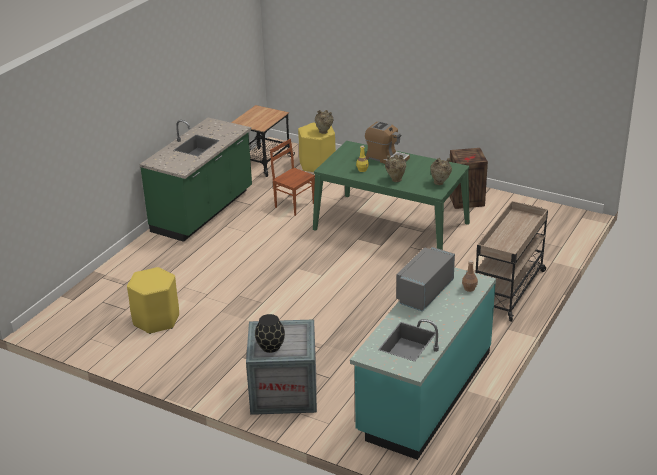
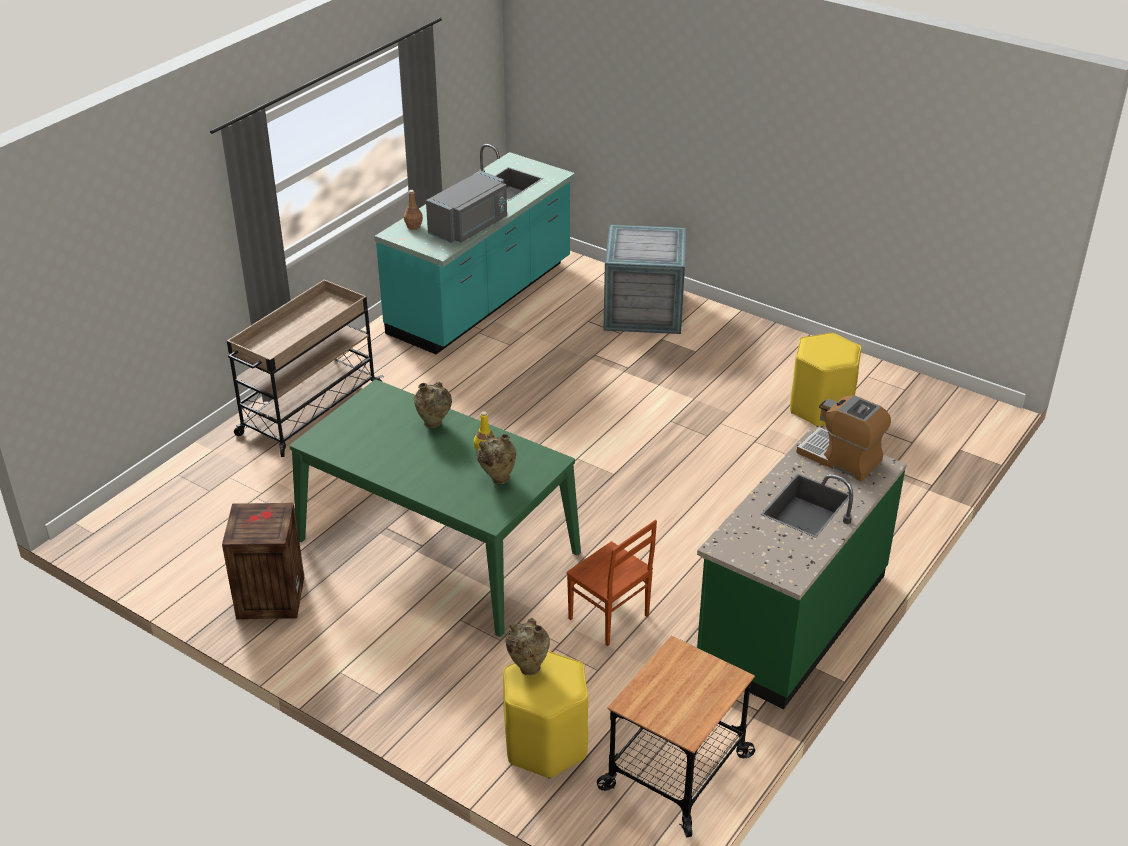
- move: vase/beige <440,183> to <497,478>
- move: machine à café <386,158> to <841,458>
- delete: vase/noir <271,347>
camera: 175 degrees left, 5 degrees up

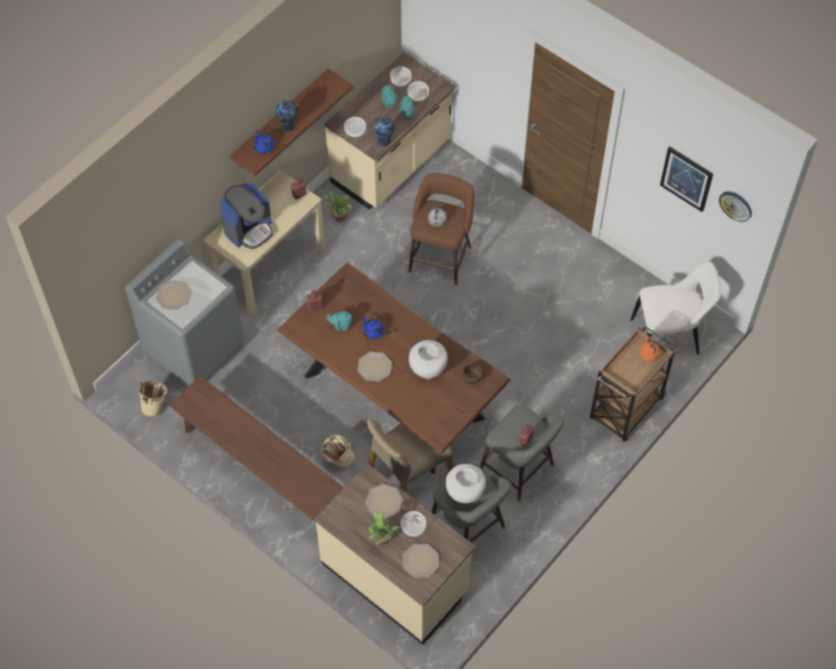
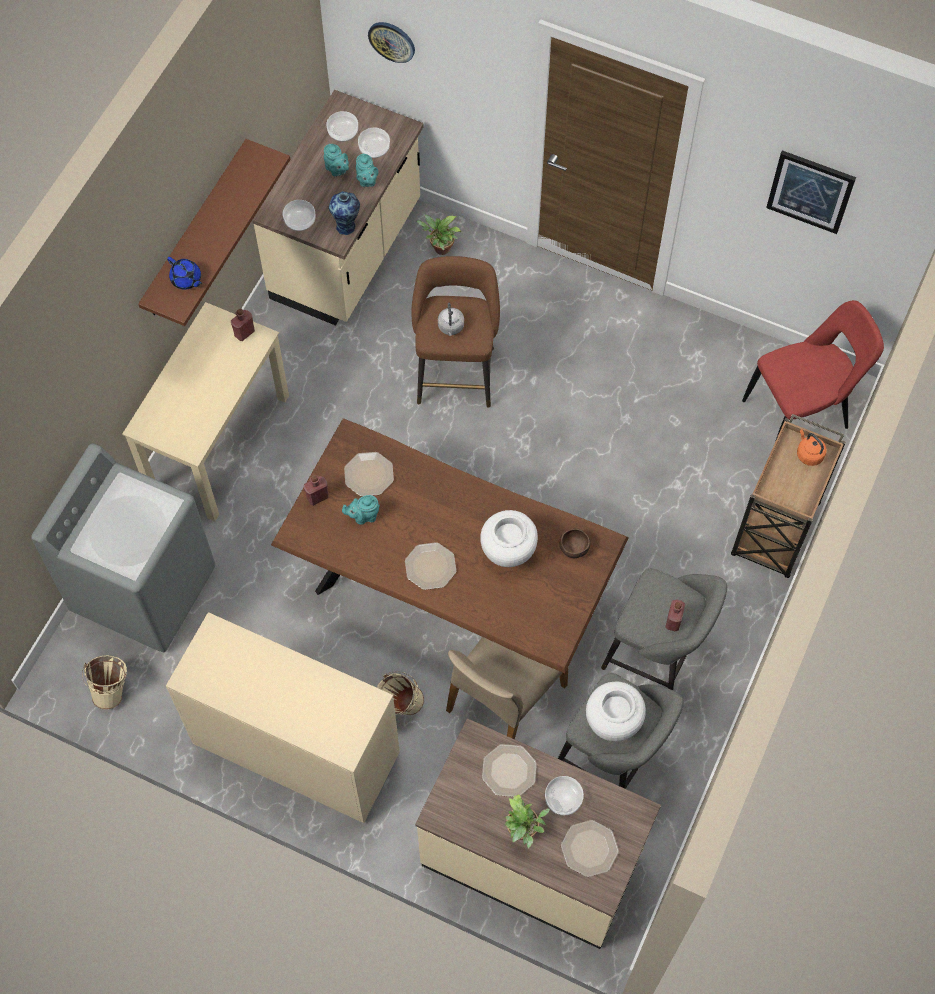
- replace: banc/marron <262,471> to commode/beige <296,749>
- move: assiette <173,296> to <368,475>
- move: horloge murale <736,205> to <392,41>
- move: plante en pot <338,217> to <440,249>
- recolor: chaise/blanc <668,337> to chaise/rouge <800,413>
- delete: machine à café <249,229>
- delete: vase <288,126>
- delete: théière/bleu <373,332>
camera: 15 degrees left, 5 degrees up

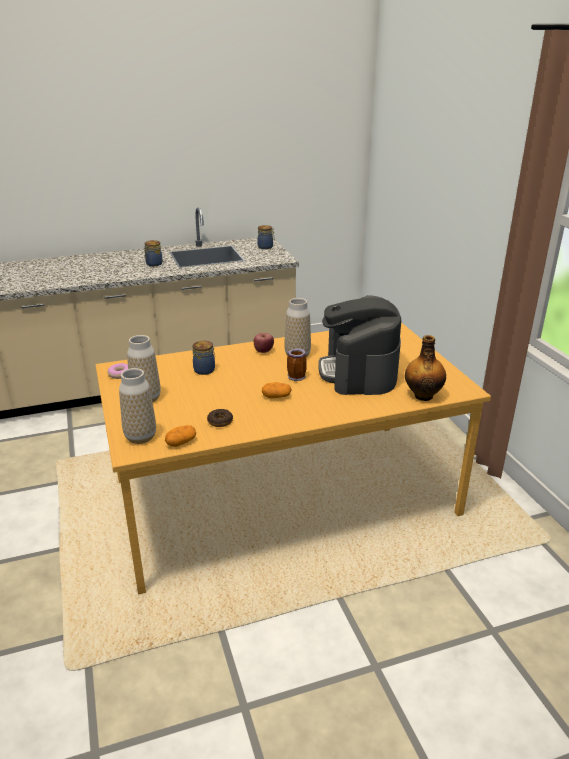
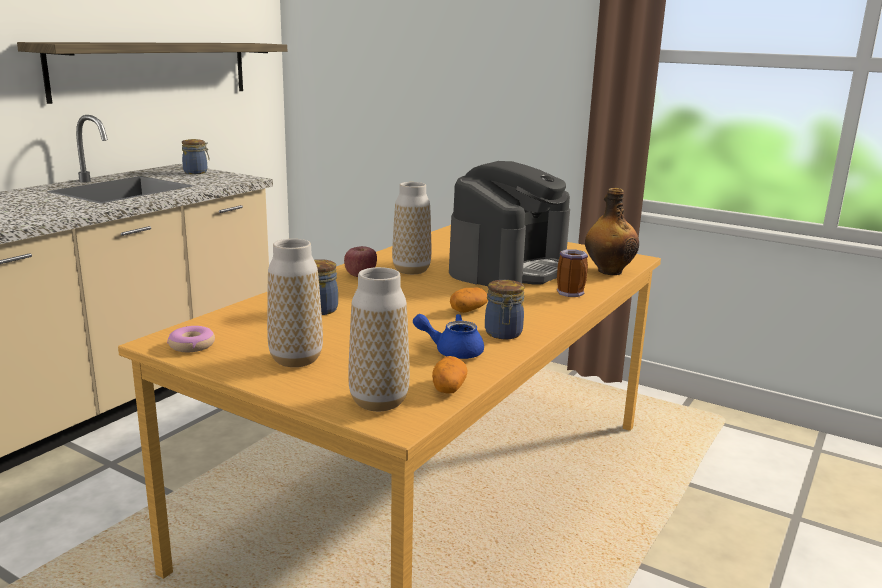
- insert: étagère <154,69>
- replace: beignet <220,421> to théière/bleu <452,351>
- rotate: machine à café <358,372> = <509,268> 105 degrees counterclockwise
- move: bocal <153,264> to <503,334>
- move: mug <296,378> to <573,294>
camera: 40 degrees left, 10 degrees down

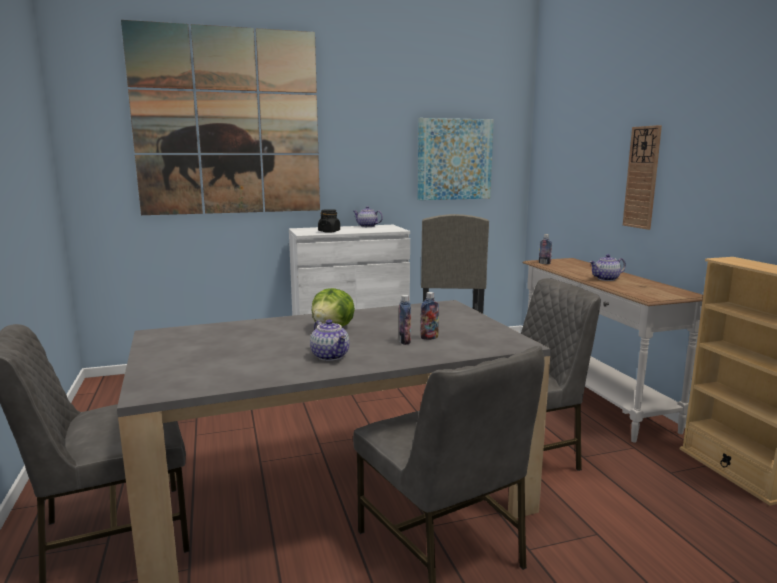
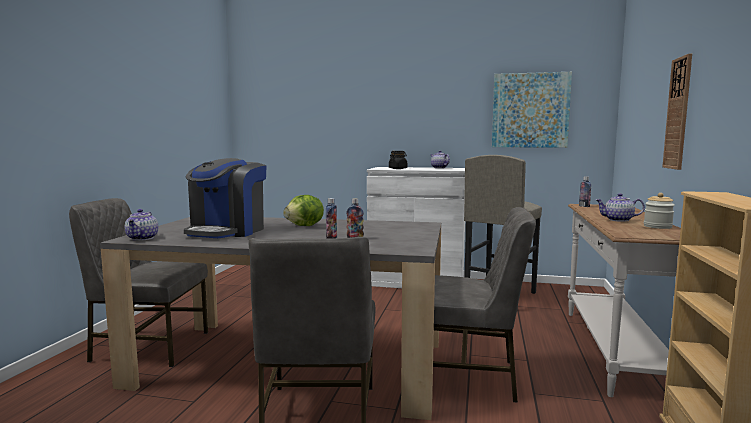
- move: théière <331,356> to <143,238>
- insert: machine à café <228,231>
- insert: bocal <657,226>
- delete: tableau <228,123>
camera: 30 degrees right, 5 degrees down

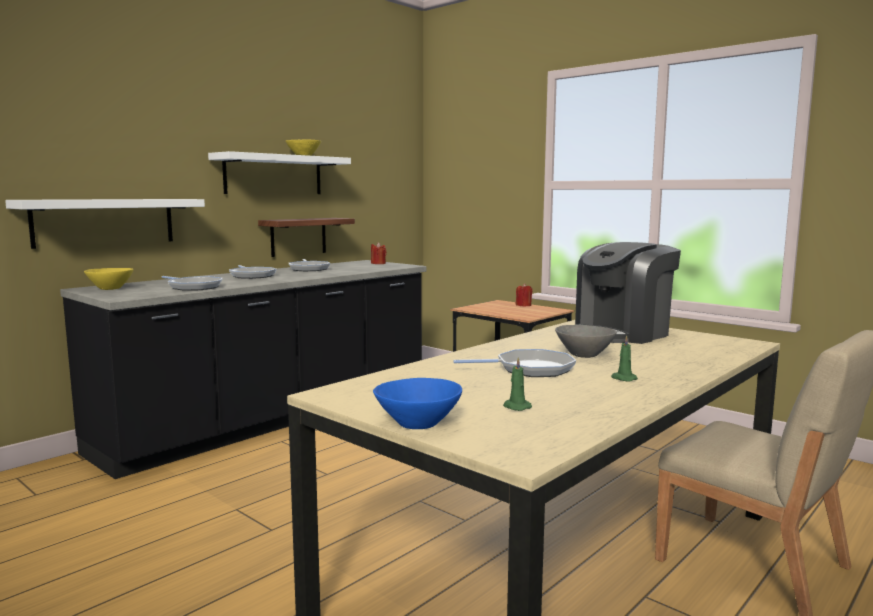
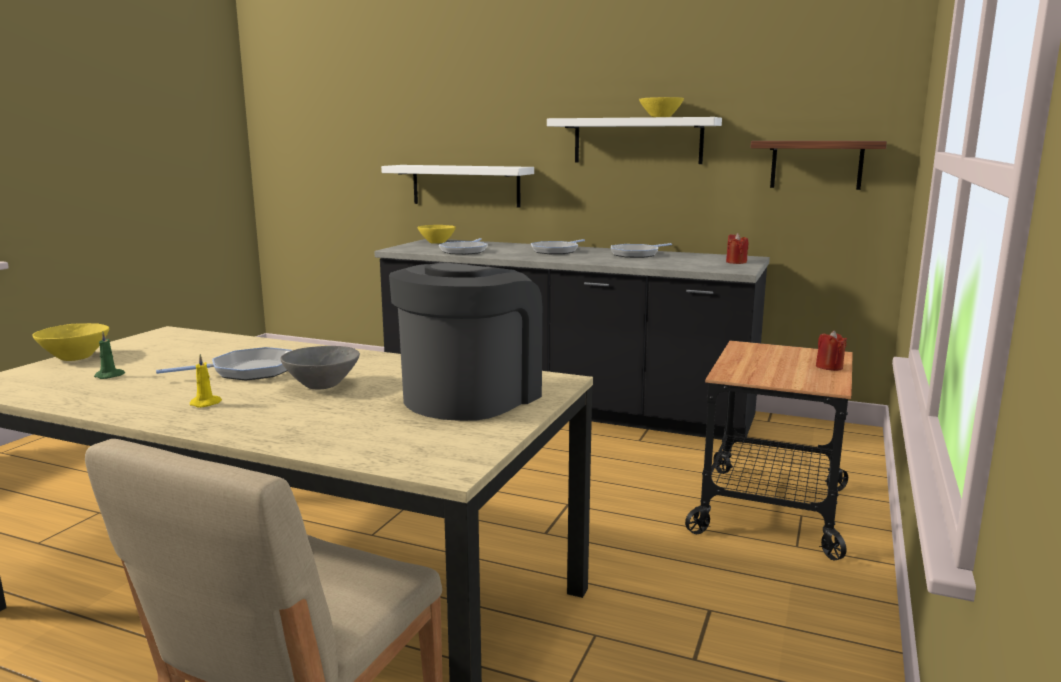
- recolor: bol/bleu <417,423> to bol/jaune <76,357>
- rotate: poêle <530,369> = <249,371> 90 degrees counterclockwise
- recolor: bougie/vert <623,378> to bougie/jaune <207,403>
- rotate: machine à café <622,333> = <470,396> 90 degrees clockwise
- move: étagère <298,236> to <816,164>
camera: 70 degrees right, 5 degrees up

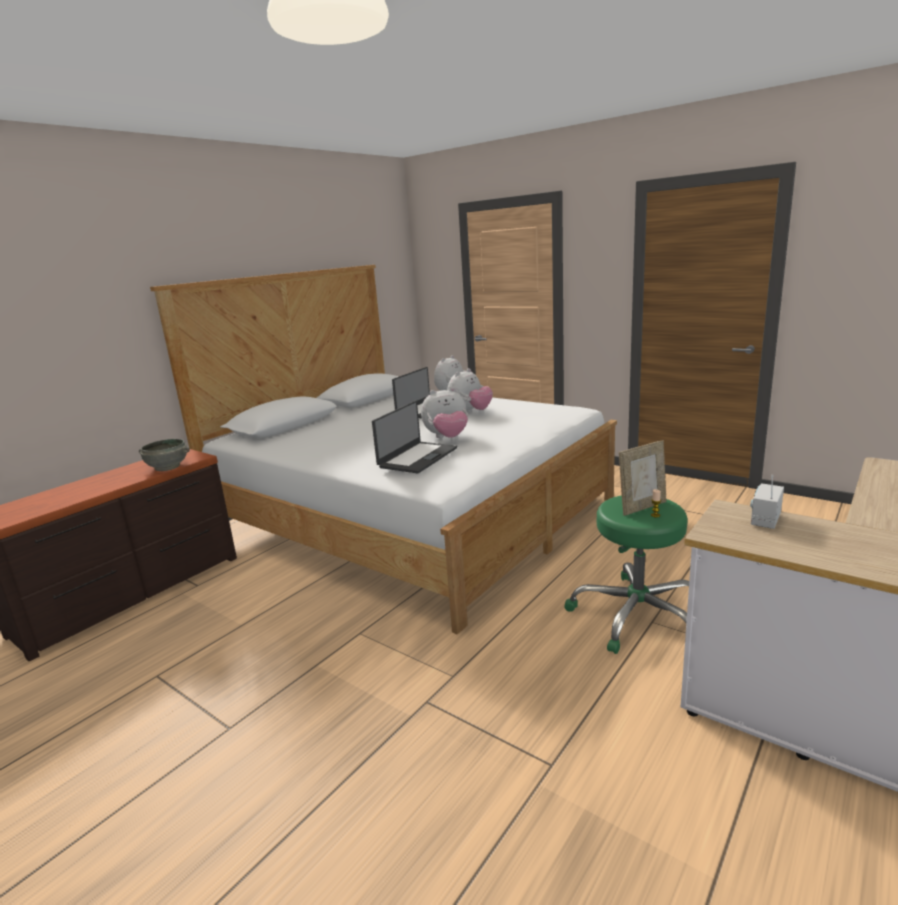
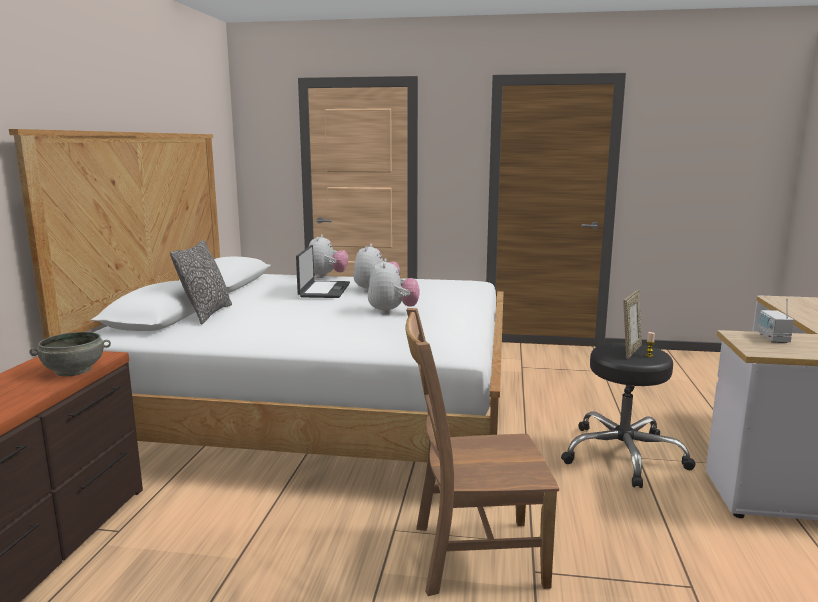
- insert: coussin <206,314>
- rotate: peluche <447,438> = <392,312> 45 degrees counterclockwise
- insert: chaise/marron <472,555>
- recolor: tabouret/vert <638,615> to tabouret/noir <623,455>
- delete: ordinateur portable <417,457>
camera: 30 degrees left, 5 degrees down

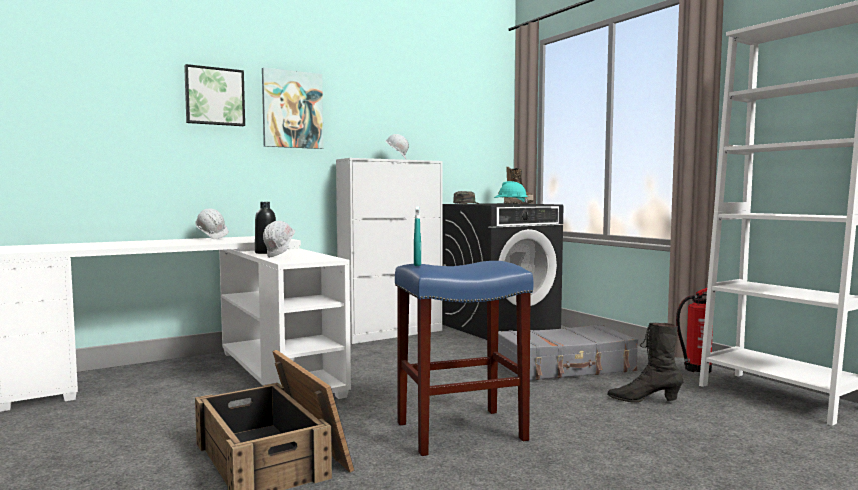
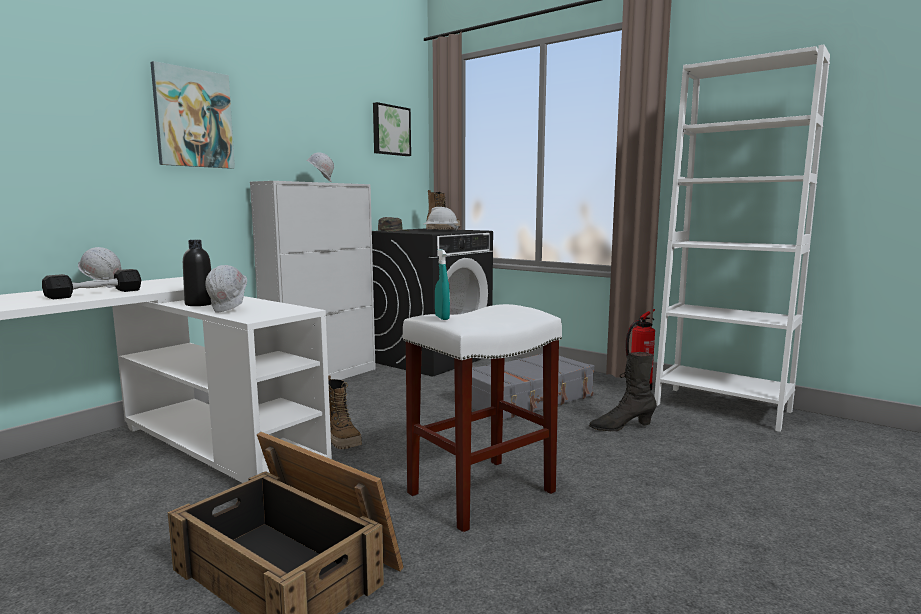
- insert: haltère/noir <95,294>
- insert: botte <341,441>
- move: tableau <214,96> to <390,130>
- recolor: tabouret/bleu <459,432> to tabouret/blanc <480,493>
- recolor: casque de chantier/turquoise <510,204> to casque de chantier/blanc <440,231>
camera: 20 degrees left, 5 degrees up

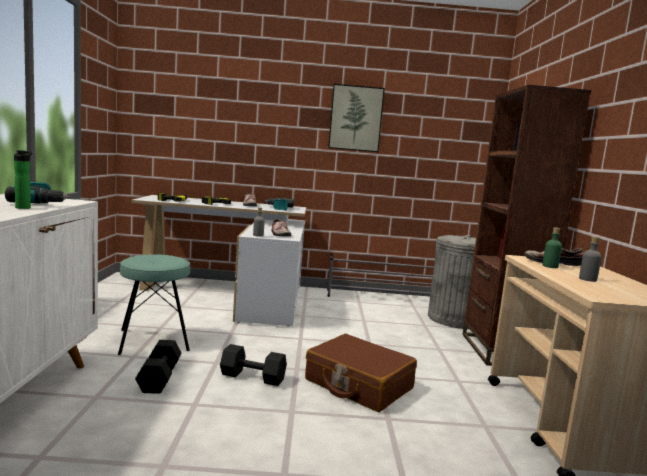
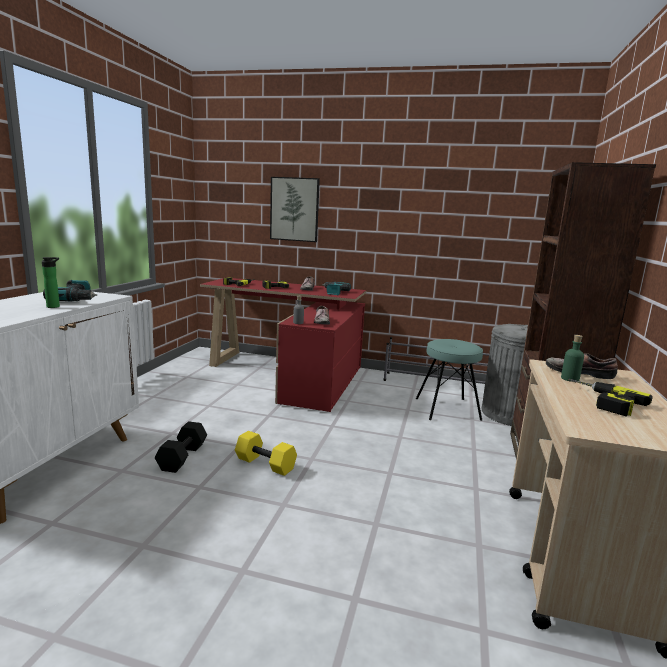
- recolor: bureau/blanc <233,294> to bureau/rouge <291,374>
- recolor: haltère/noir <253,377> to haltère/jaune <266,463>
- move: tableau <355,118> to <294,209>
- move: tabouret/turquoise <154,340> to <447,409>
- replace: bouteille/gris <587,279> to perceuse <600,400>
- delete: valise/marron <358,384>
camera: 15 degrees right, 5 degrees up

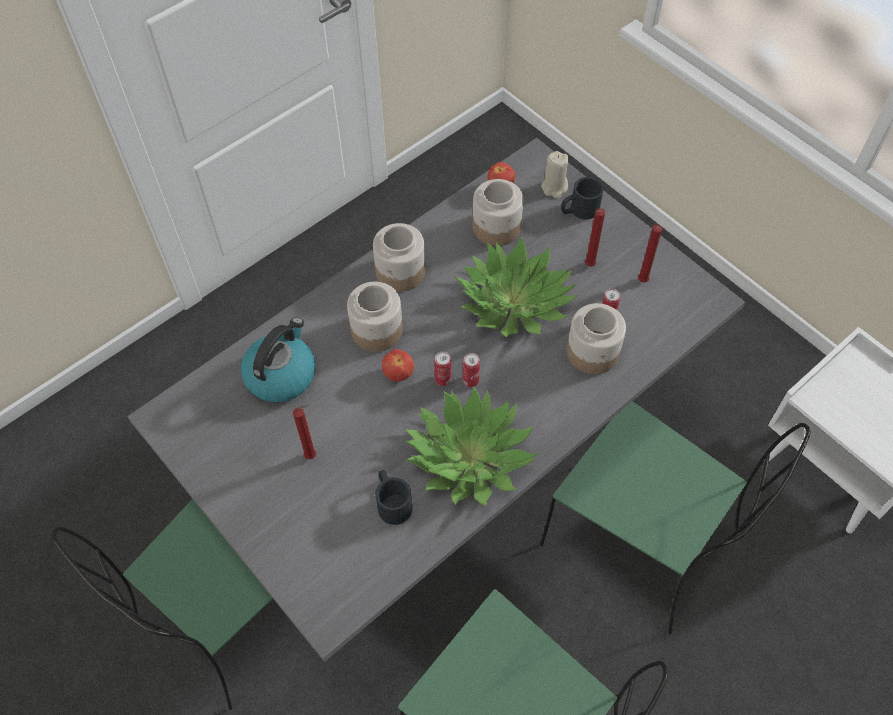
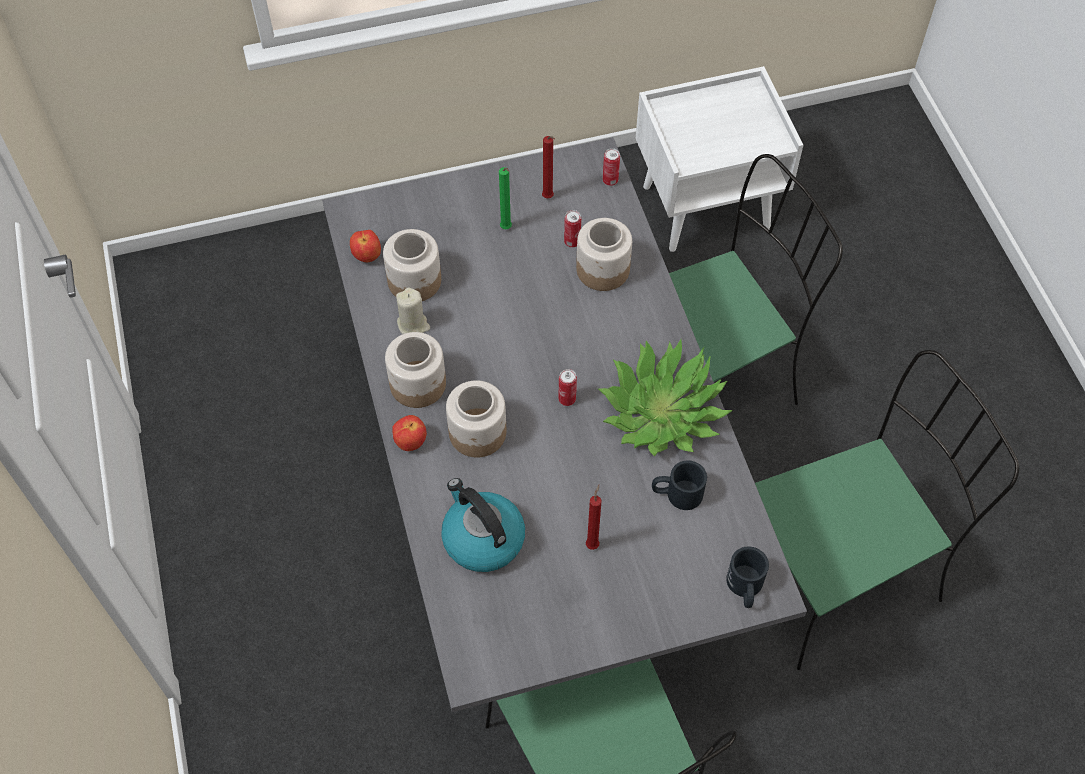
- move: pomme <398,374> to <411,442>
- move: bougie/beige <554,187> to <413,325>
- recolor: bougie/rouge <588,266> to bougie/vert <506,229>
- move: boîte métallique <470,381> to <610,180>
- move: mug/noir <579,210> to <745,588>
- delete: plante en pot <514,302>
camera: 65 degrees left, 0 degrees up

